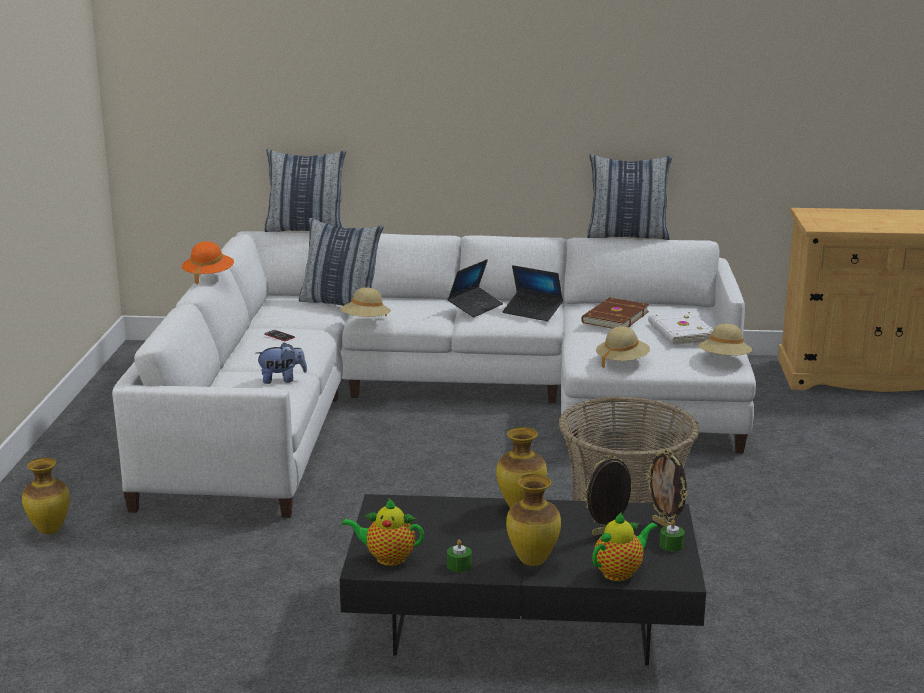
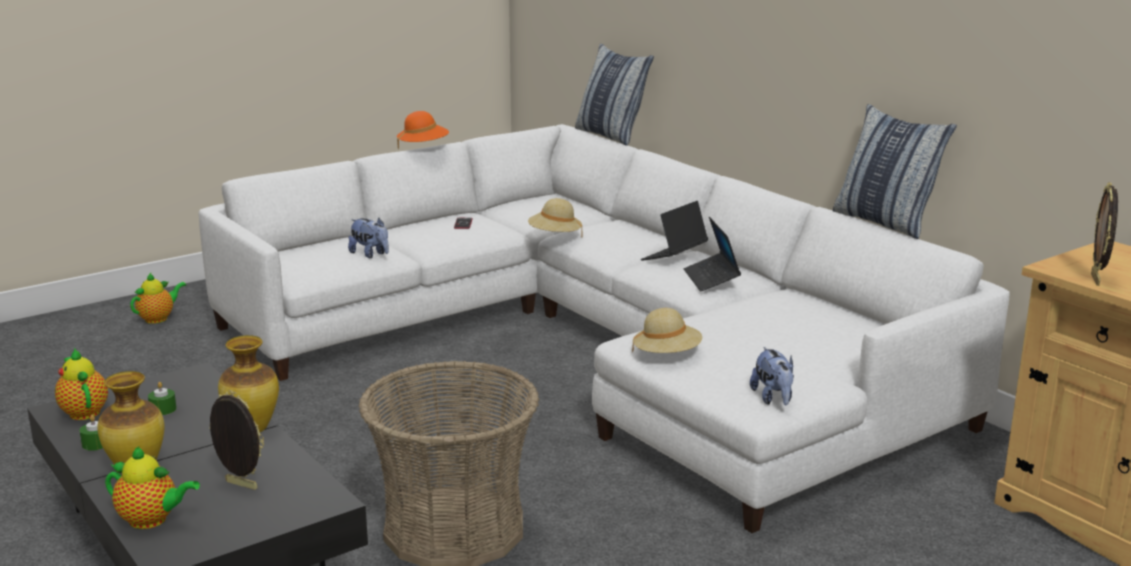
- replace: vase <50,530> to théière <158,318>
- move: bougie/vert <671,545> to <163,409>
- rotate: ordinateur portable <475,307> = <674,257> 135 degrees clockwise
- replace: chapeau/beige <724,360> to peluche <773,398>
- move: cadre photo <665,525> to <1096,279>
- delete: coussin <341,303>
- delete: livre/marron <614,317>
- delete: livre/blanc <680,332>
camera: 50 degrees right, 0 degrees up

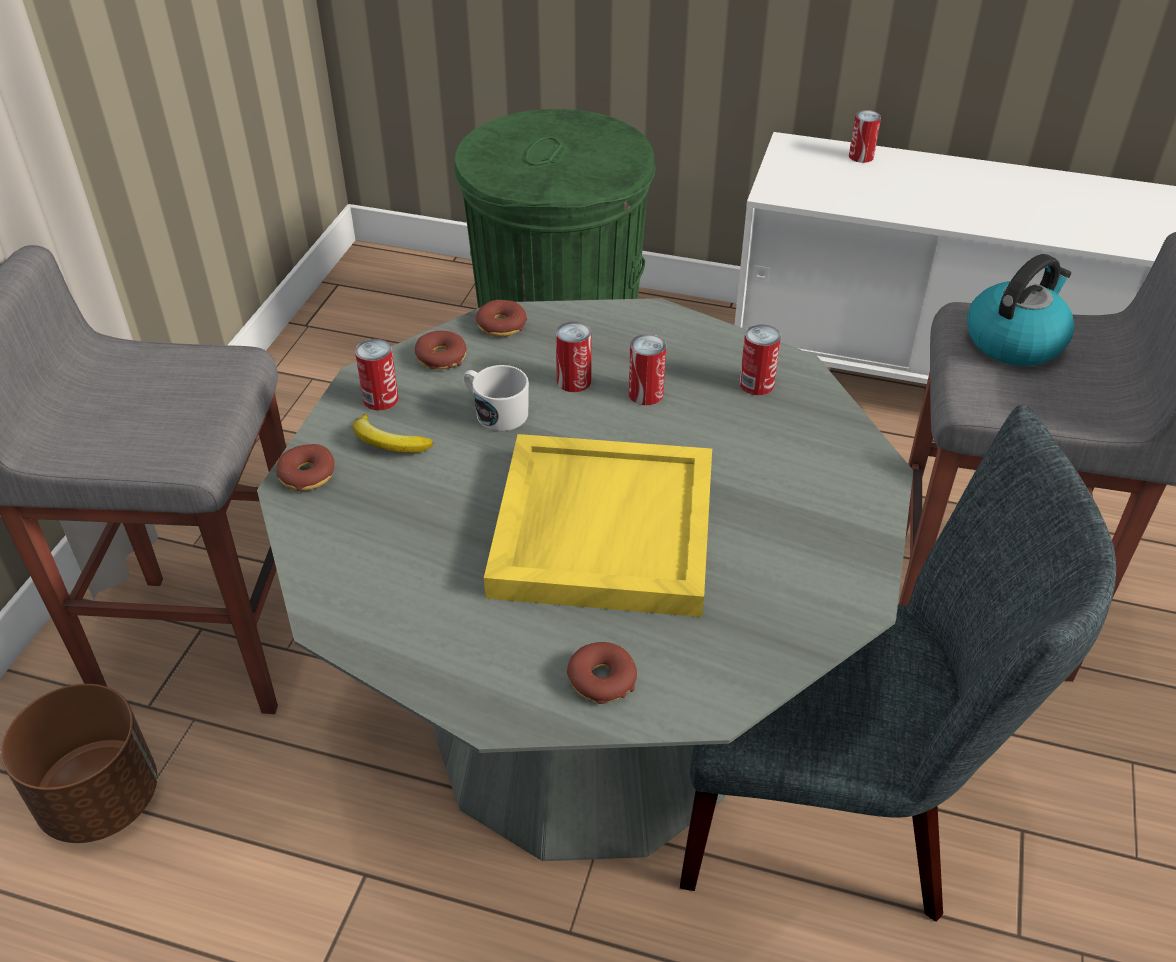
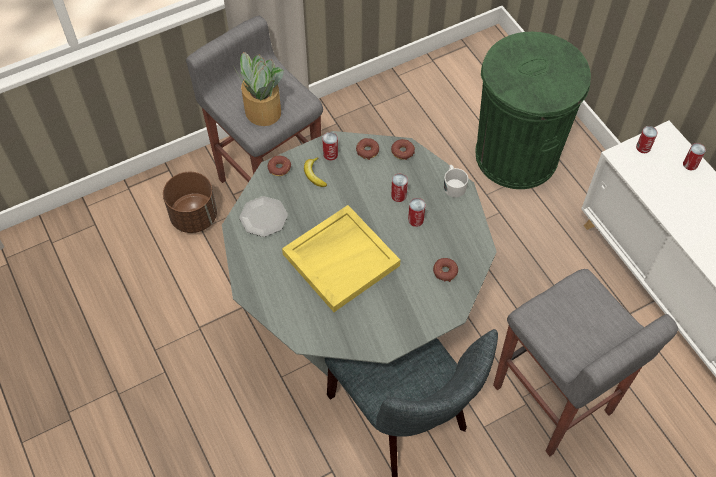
- insert: plante en pot <262,110>
- insert: assiette <263,218>
- move: beignet <601,679> to <445,271>
- move: mug/blanc <496,412> to <453,185>
- move: boîte métallique <756,384> to <643,147>
- delete: bouilloire <1014,340>
camera: 45 degrees right, 15 degrees up

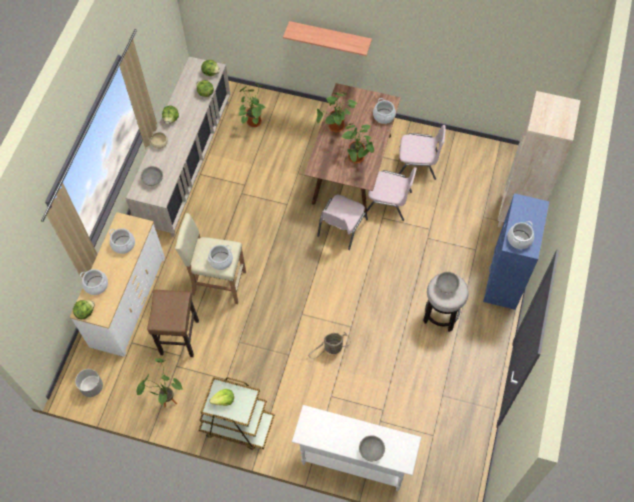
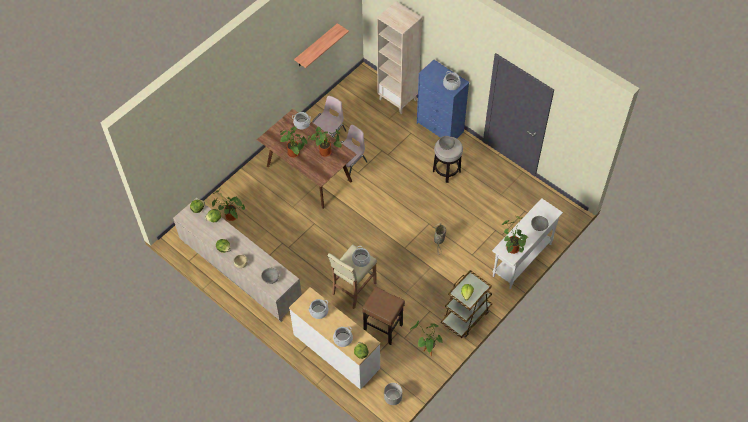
- move: étagère <330,36> to <316,46>
- insert: plante en pot <511,247>
- delete: chaise/rose <341,228>
camera: 65 degrees left, 5 degrees down

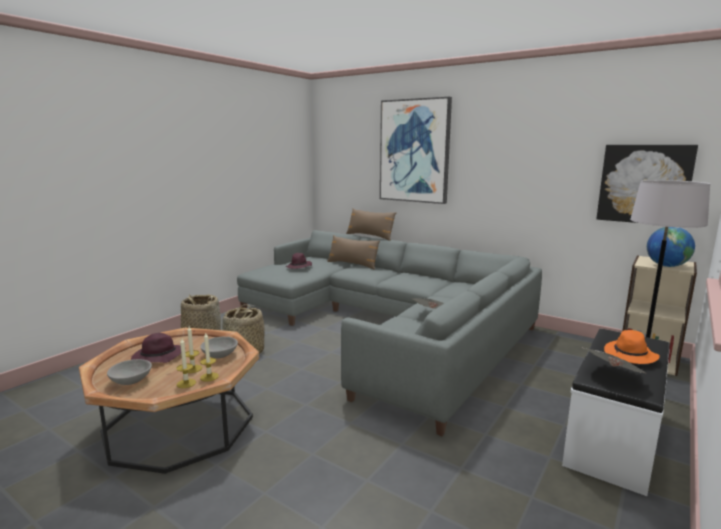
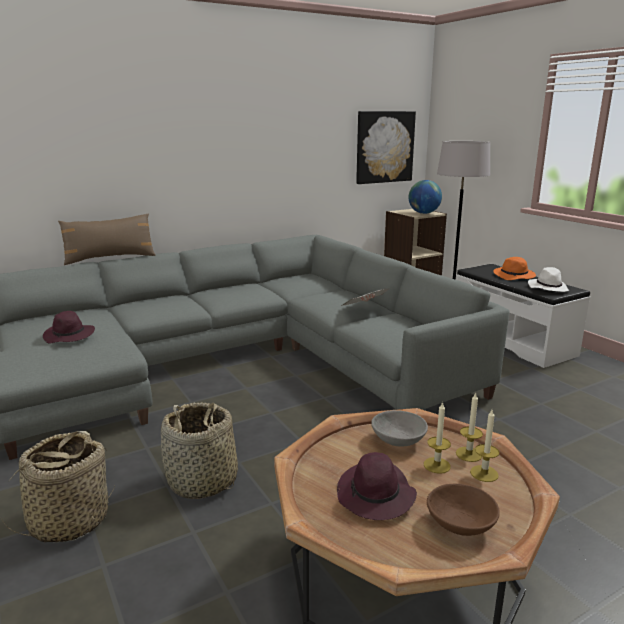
- recolor: bol/gris <131,381> to bol/marron <460,524>
- replace: journal <614,376> to chapeau/blanc <547,288>
- delete: coussin/marron <353,264>
- delete: tableau <414,151>
camera: 65 degrees left, 5 degrees up

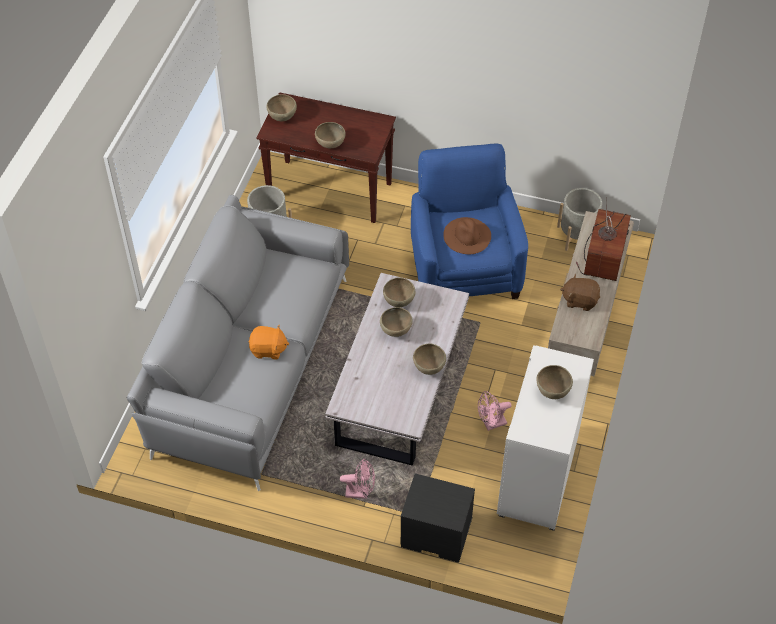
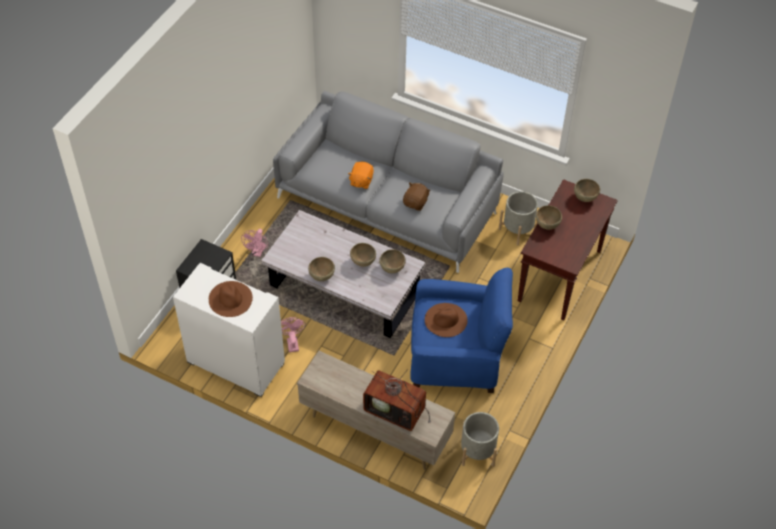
- replace: bol/marron <552,391> to chapeau/marron <230,299>
- move: peluche/marron <580,300> to <416,203>
camera: 100 degrees right, 0 degrees up

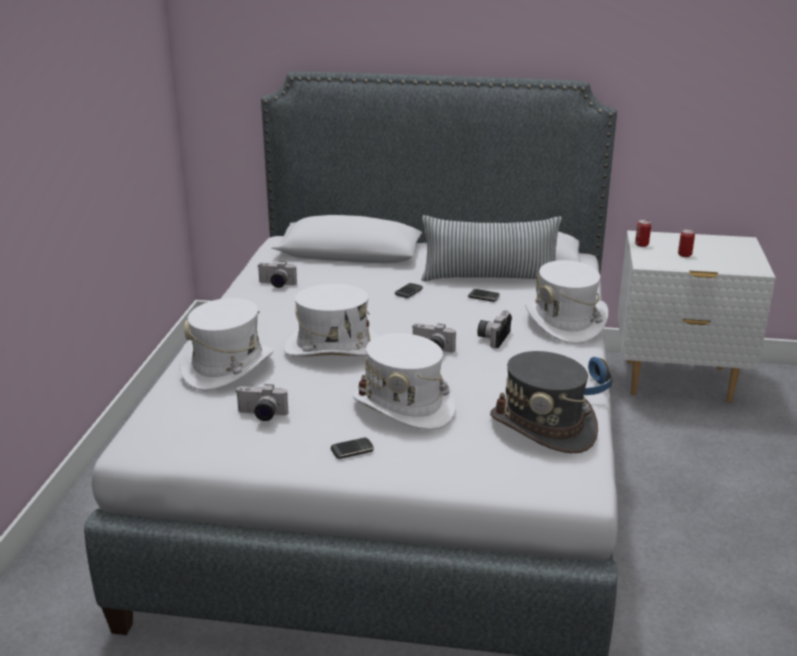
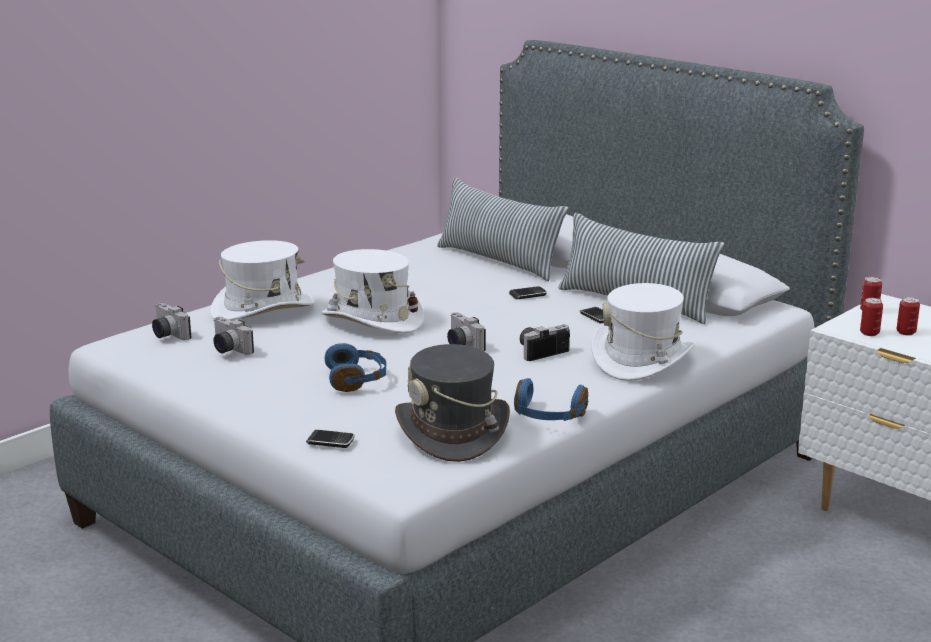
- move: appareil photo <276,285> to <167,334>
- move: téléphone <352,450> to <330,441>
- replace: chapeau/blanc <404,406> to casque audio/bleu <357,379>
- insert: coussin <499,261>
- insert: boîte métallique <869,333>
camera: 35 degrees right, 5 degrees down

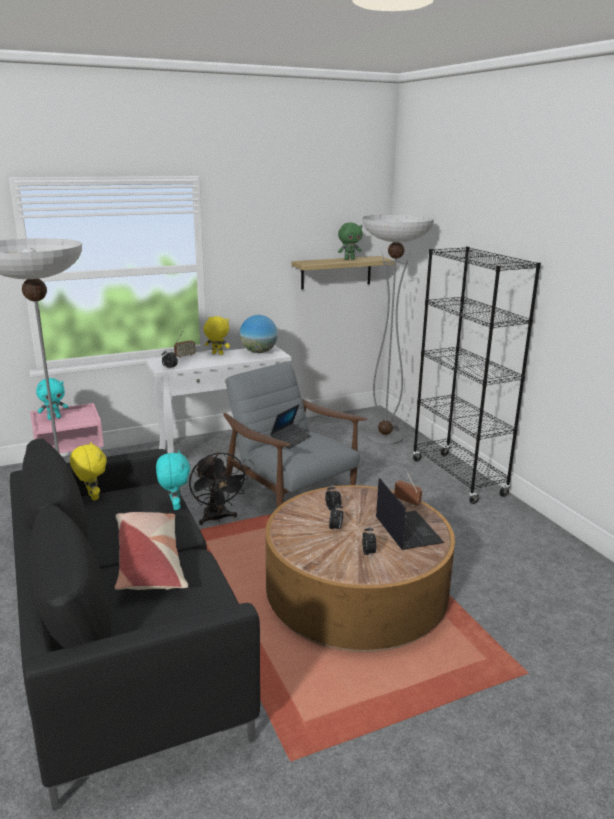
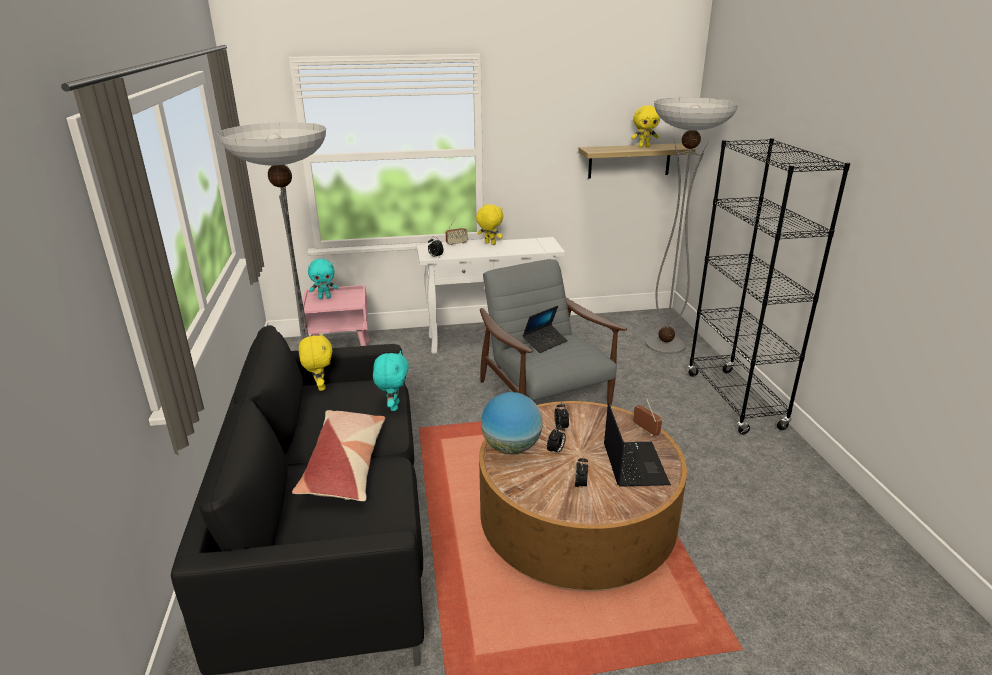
- move: globe <258,352> to <511,448>
- recolor: peluche/vert <349,259> to peluche/jaune <644,147>
- delete: ventilateur/noir <217,518>
camera: 15 degrees right, 5 degrees up

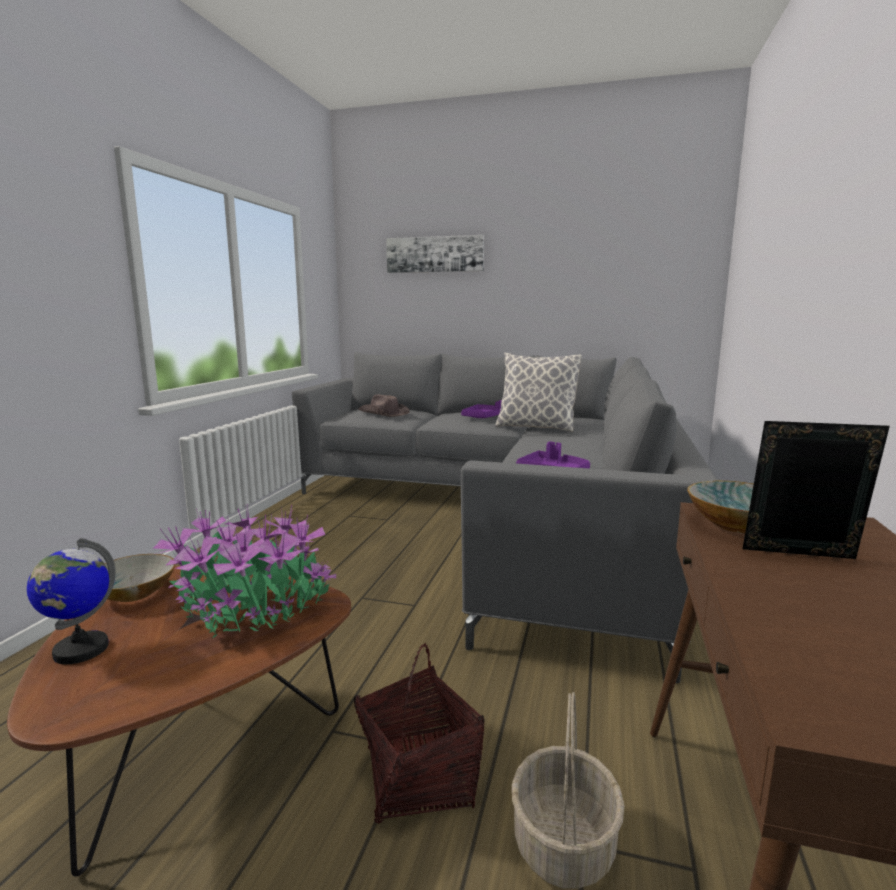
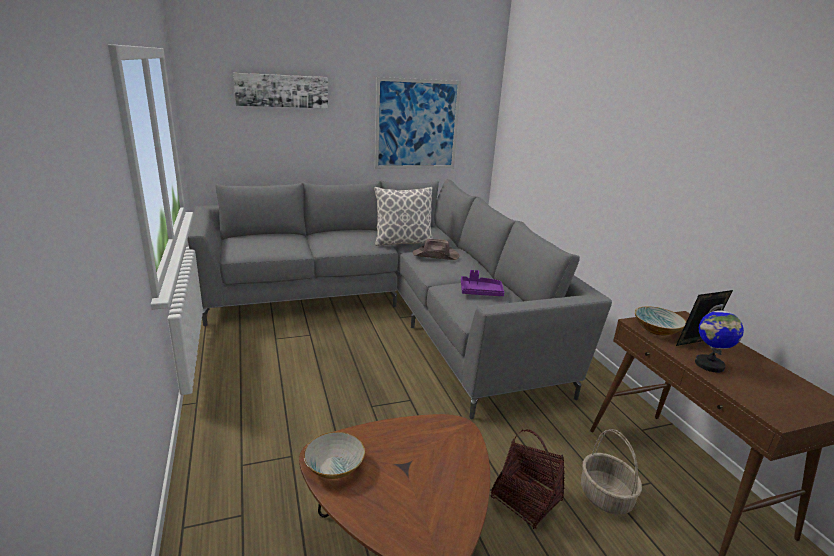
- insert: tableau <417,125>
- move: chapeau/marron <384,414> to <436,256>
- move: globe <80,650> to <709,365>
- delete: plante en pot <253,612>
- delete: plateau/violet <483,417>
camera: 35 degrees left, 10 degrees up

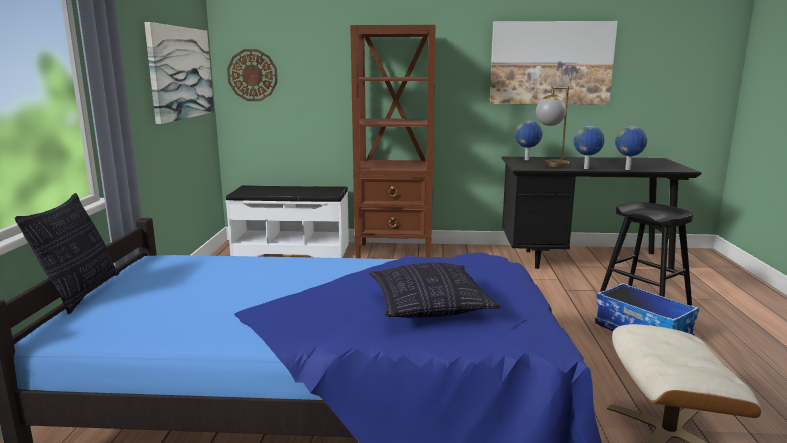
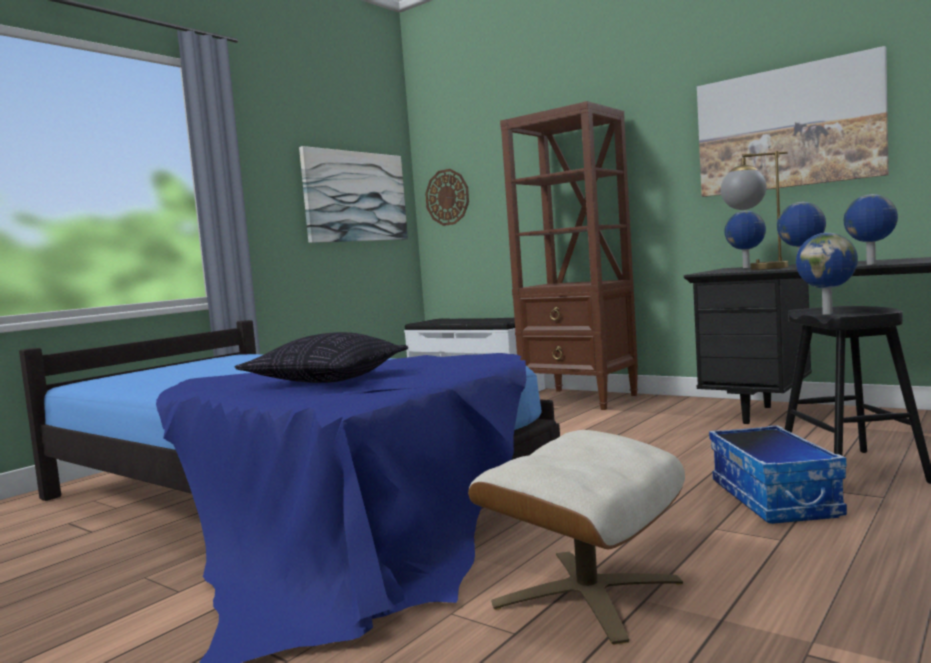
- insert: globe <828,313>
- delete: coussin <81,293>
camera: 35 degrees right, 10 degrees down

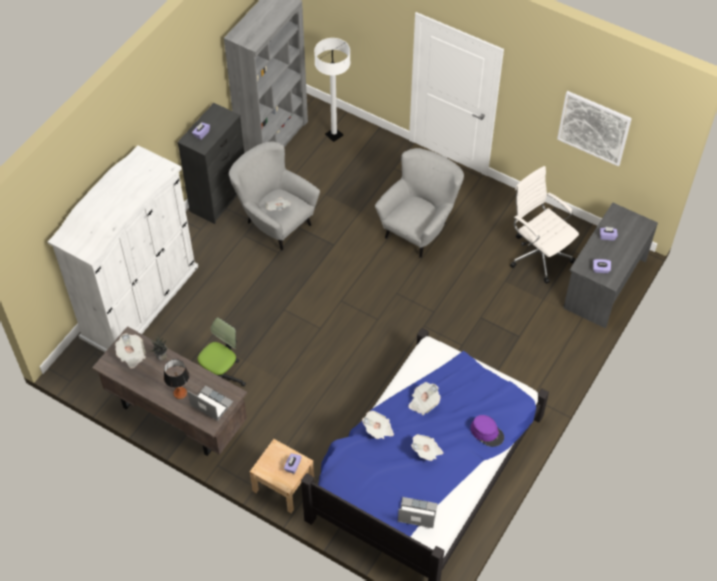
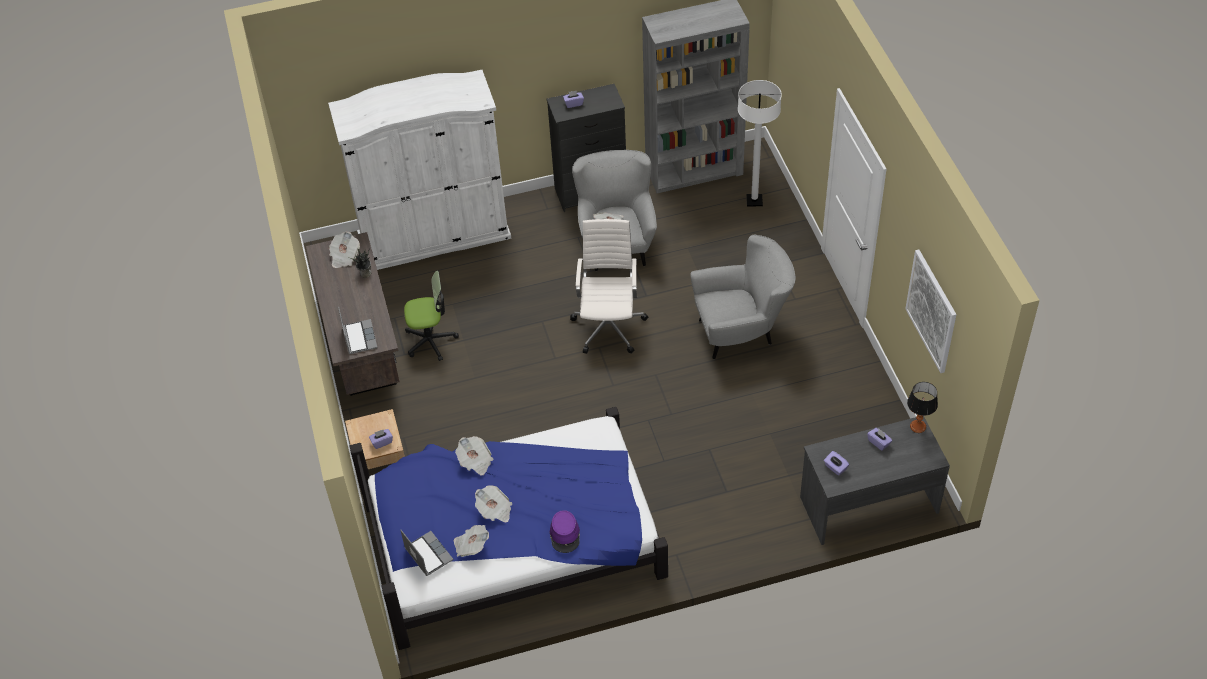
- move: journal <423,402> to <471,546>
- move: chaise de bureau/blanc <539,254> to <609,325>
- move: lampe de table <180,393> to <917,426>
camera: 45 degrees right, 5 degrees down

